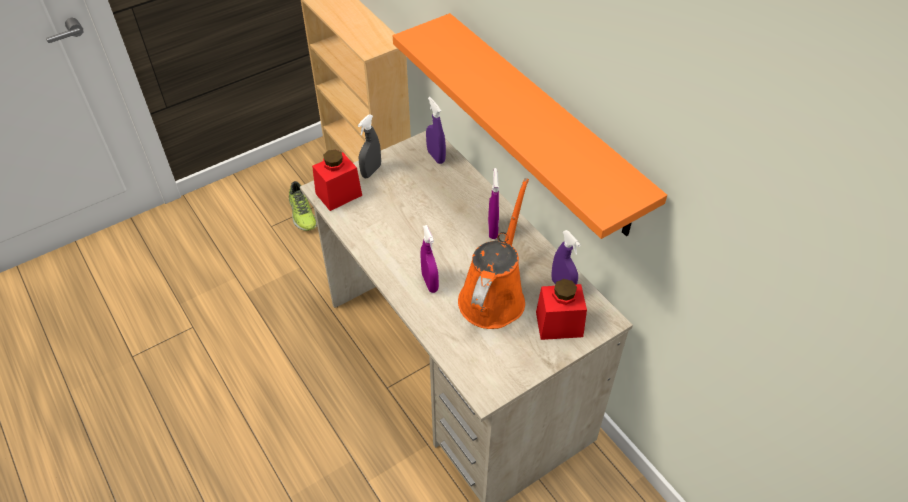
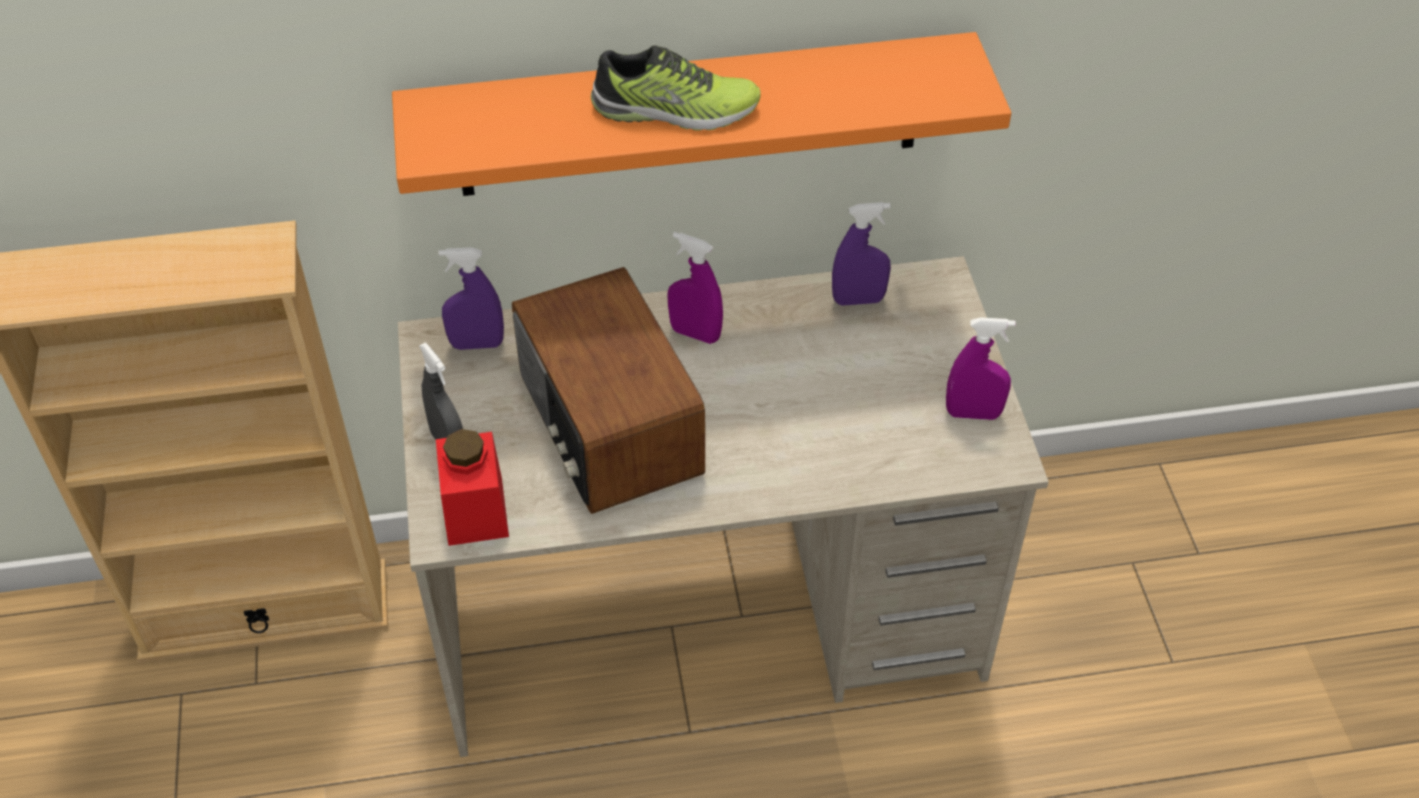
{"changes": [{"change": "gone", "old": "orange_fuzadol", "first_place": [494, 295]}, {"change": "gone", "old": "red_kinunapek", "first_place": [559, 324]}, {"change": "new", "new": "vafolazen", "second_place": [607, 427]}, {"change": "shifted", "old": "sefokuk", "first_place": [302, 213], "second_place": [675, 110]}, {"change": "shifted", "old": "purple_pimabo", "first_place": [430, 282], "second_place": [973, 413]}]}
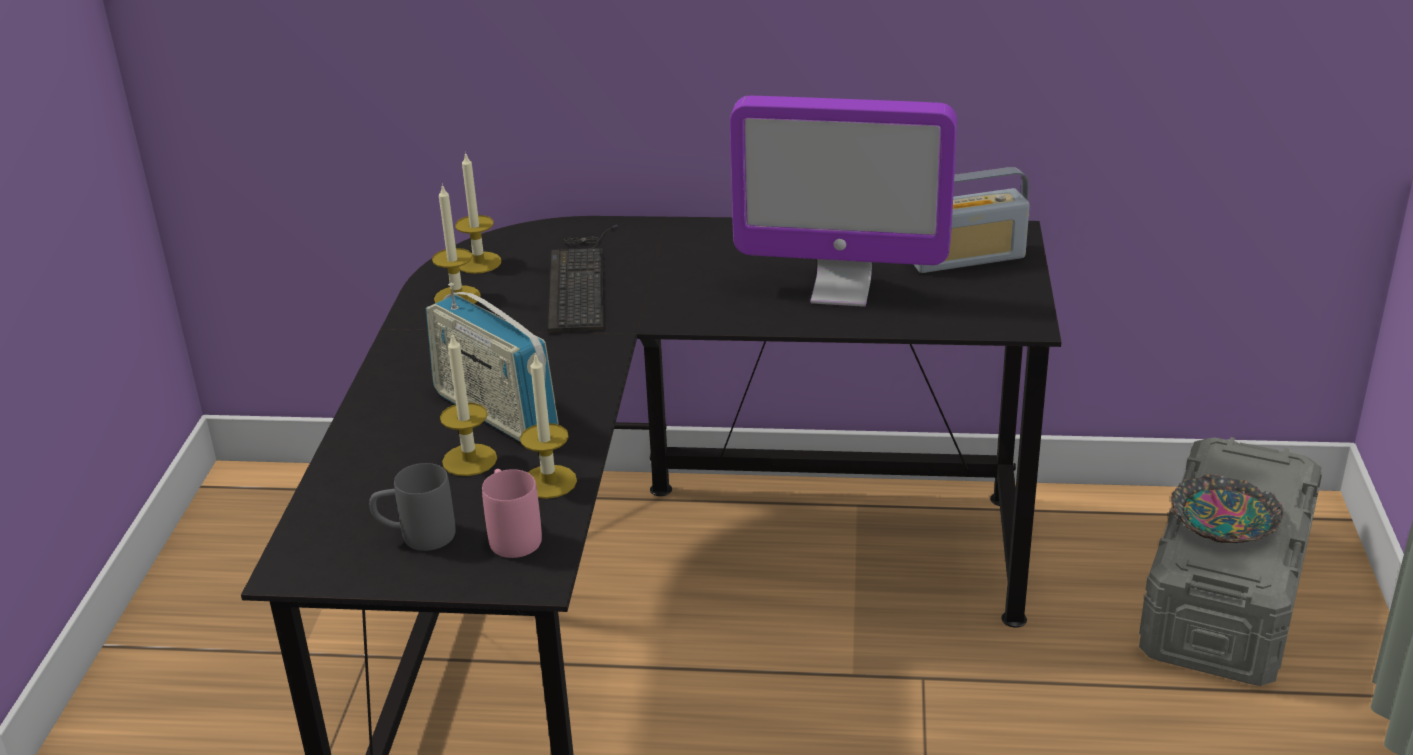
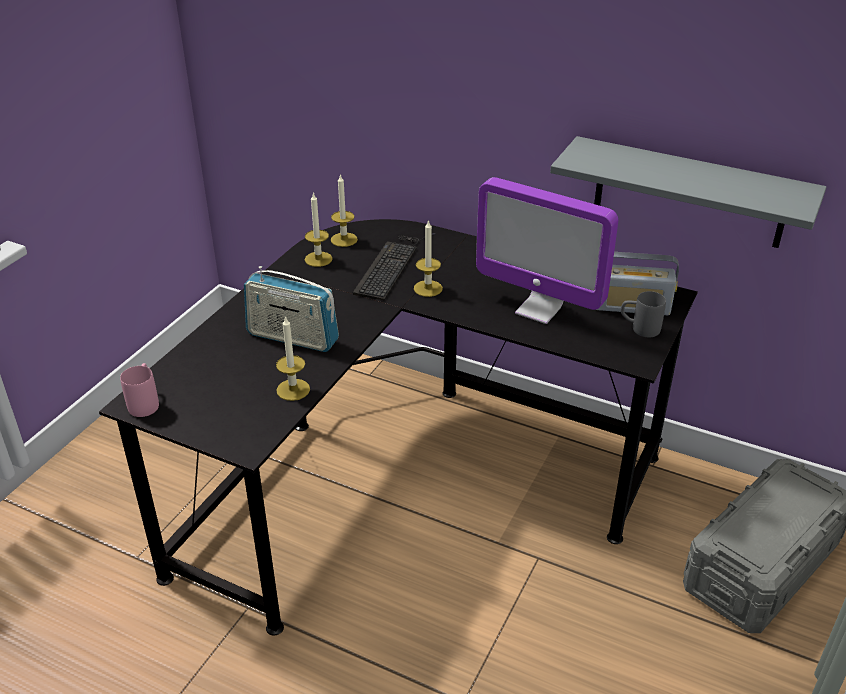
{"changes": [{"change": "gone", "old": "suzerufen", "first_place": [1222, 522]}, {"change": "new", "new": "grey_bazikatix", "second_place": [689, 193]}, {"change": "shifted", "old": "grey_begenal", "first_place": [416, 537], "second_place": [639, 328]}, {"change": "shifted", "old": "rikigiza", "first_place": [469, 460], "second_place": [428, 288]}, {"change": "shifted", "old": "pink_begenal", "first_place": [512, 534], "second_place": [145, 402]}, {"change": "rotated", "old": "vafolazen", "first_place": [495, 412], "second_place": [292, 337], "degrees": -45}]}
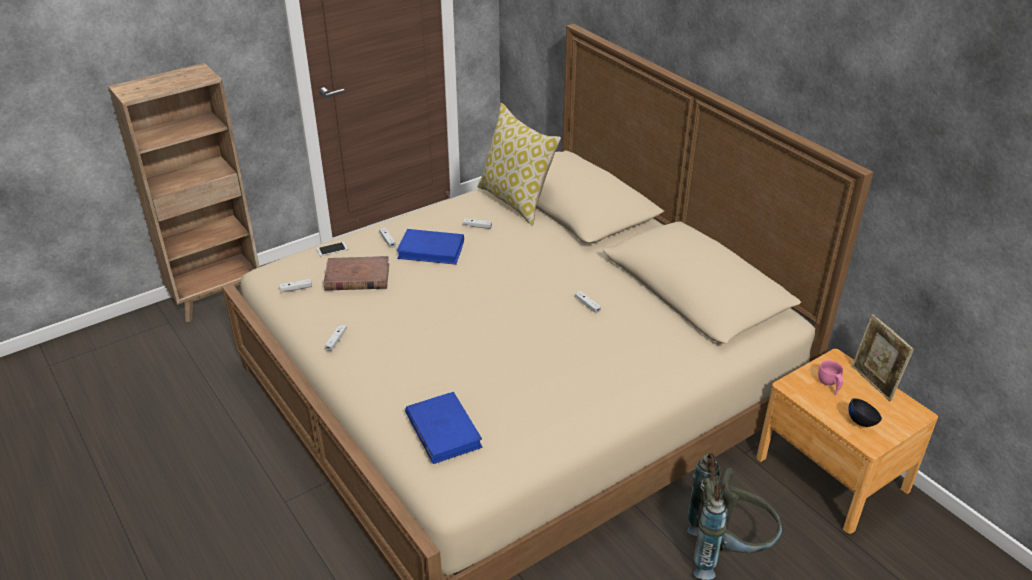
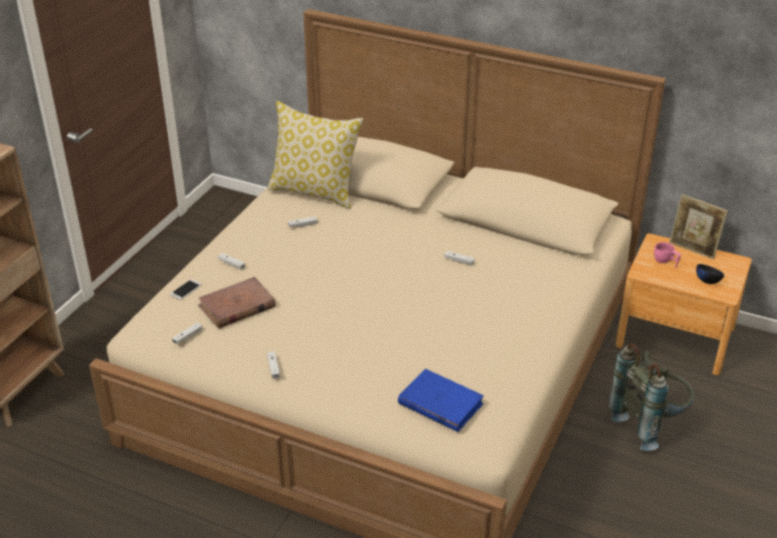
{"changes": [{"change": "gone", "old": "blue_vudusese", "first_place": [431, 250]}]}
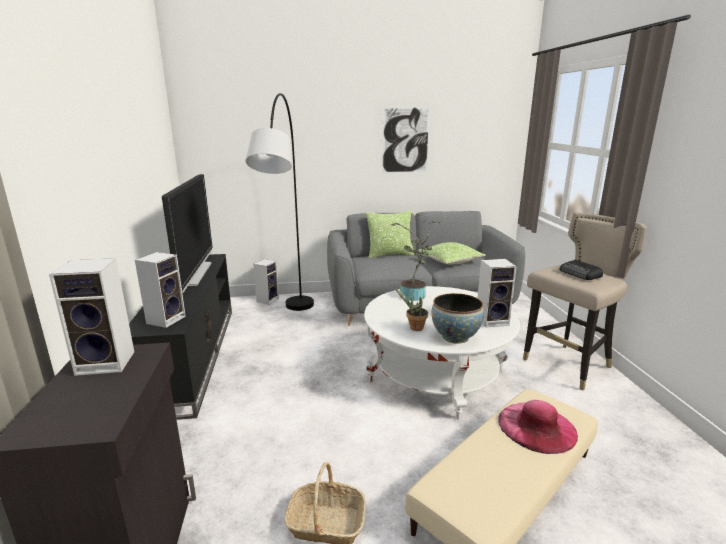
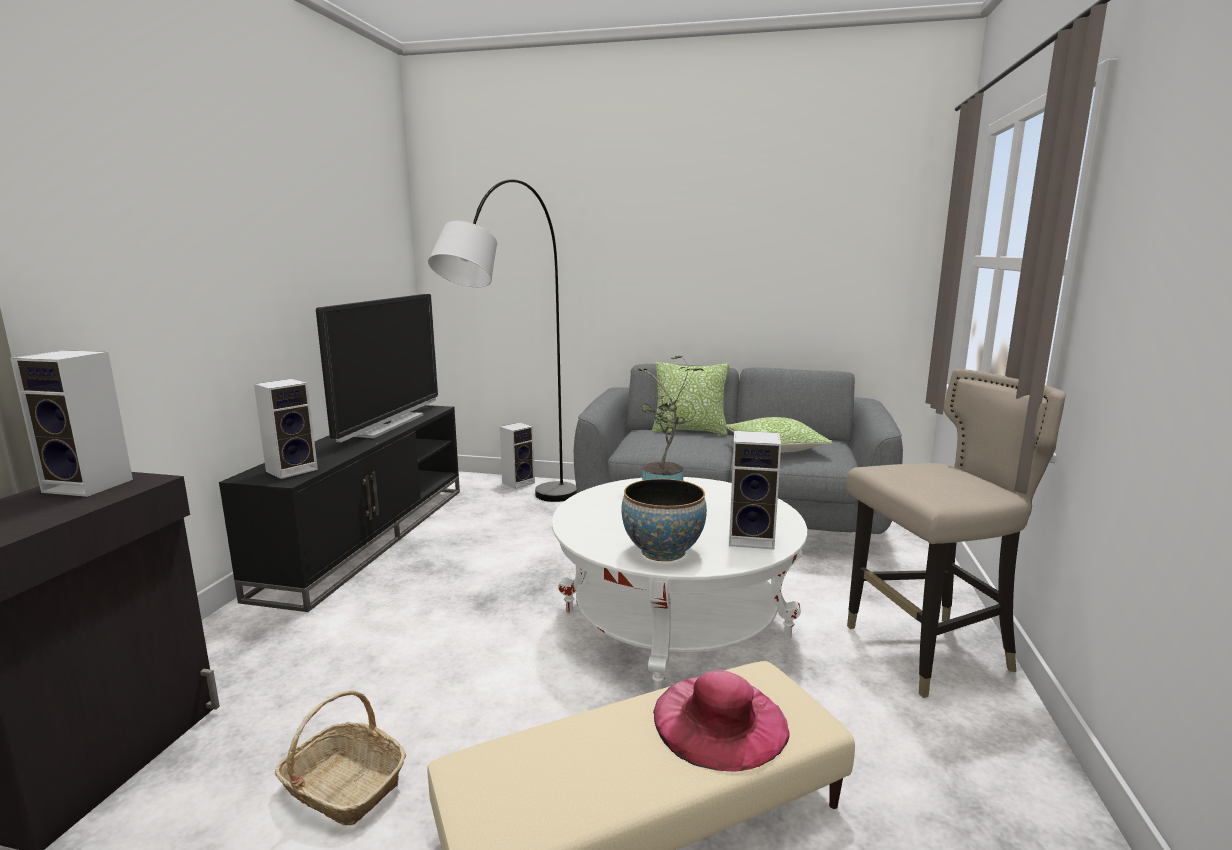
{"changes": [{"change": "gone", "old": "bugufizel", "first_place": [405, 140]}, {"change": "gone", "old": "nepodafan", "first_place": [414, 328]}, {"change": "gone", "old": "vafolazen", "first_place": [580, 274]}]}
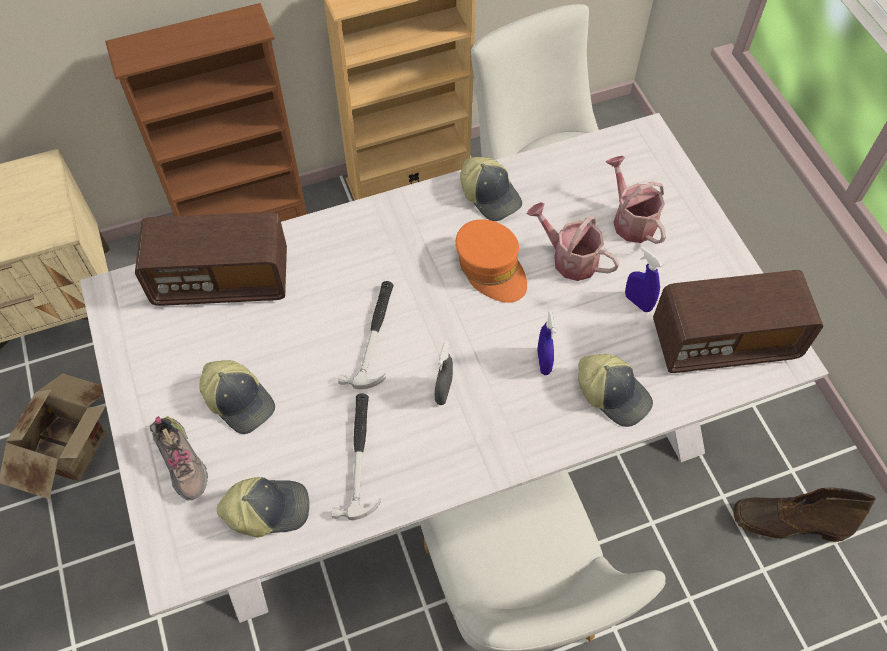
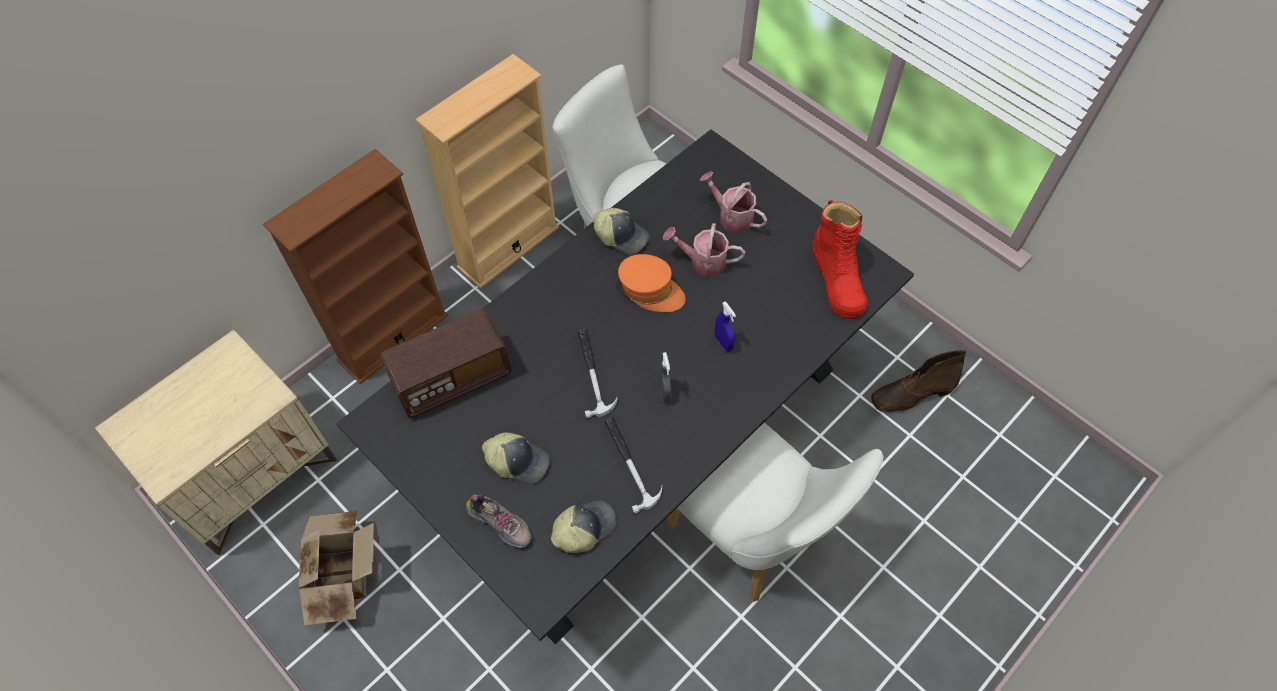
{"changes": [{"change": "gone", "old": "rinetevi", "first_place": [613, 394]}, {"change": "gone", "old": "blue_pimabo", "first_place": [637, 302]}, {"change": "swapped", "old": "vafolazen", "new": "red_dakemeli", "first_place": [724, 342], "second_place": [837, 279]}, {"change": "repainted", "old": "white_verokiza", "new": "black_verokiza", "first_place": [444, 433], "second_place": [638, 434]}]}
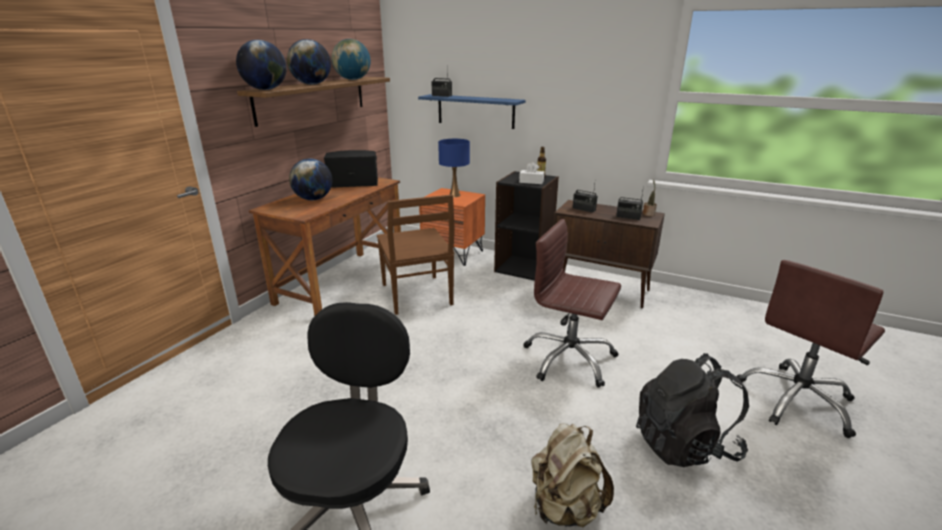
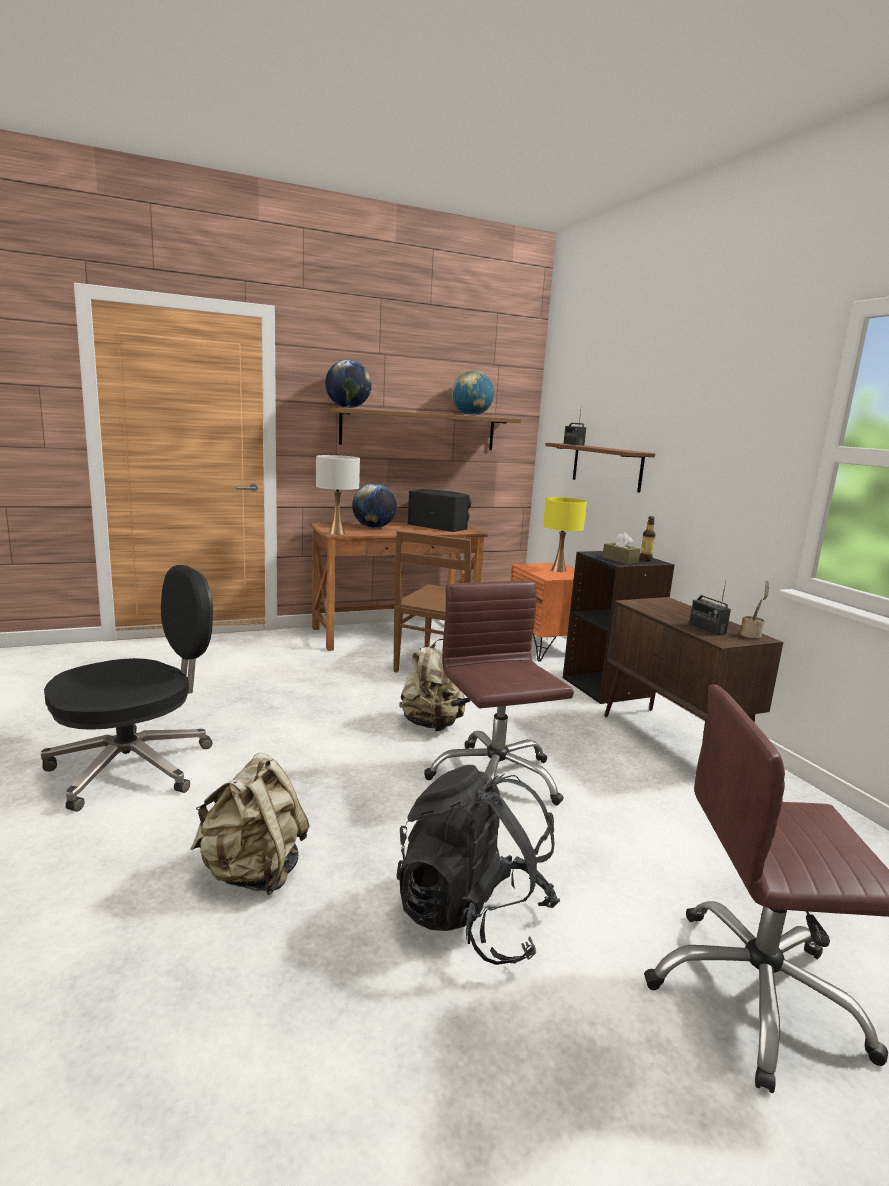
{"changes": [{"change": "gone", "old": "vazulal", "first_place": [312, 84]}, {"change": "gone", "old": "vafolazen", "first_place": [584, 209]}, {"change": "new", "new": "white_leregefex", "second_place": [336, 533]}, {"change": "new", "new": "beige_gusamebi", "second_place": [432, 724]}, {"change": "repainted", "old": "blue_bazikatix", "new": "brown_bazikatix", "first_place": [475, 111], "second_place": [606, 466]}, {"change": "repainted", "old": "blue_leregefex", "new": "yellow_leregefex", "first_place": [455, 195], "second_place": [559, 570]}, {"change": "repainted", "old": "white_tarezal", "new": "brown_tarezal", "first_place": [531, 182], "second_place": [620, 560]}]}
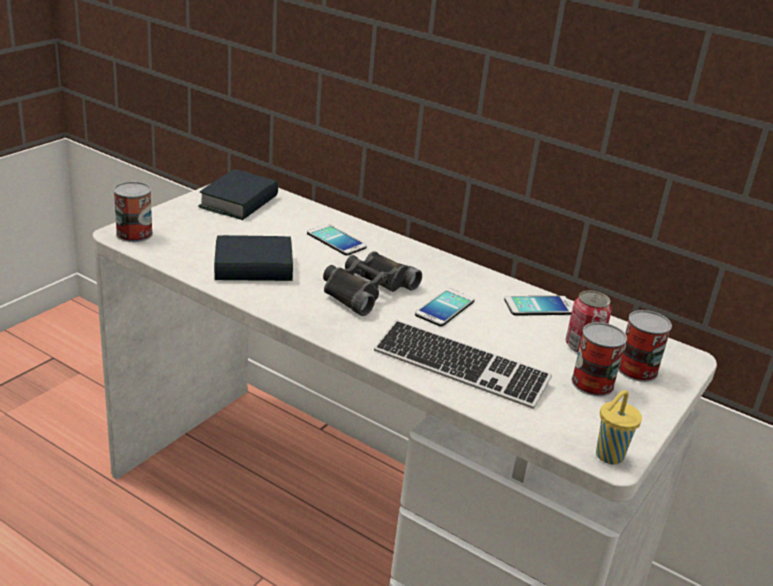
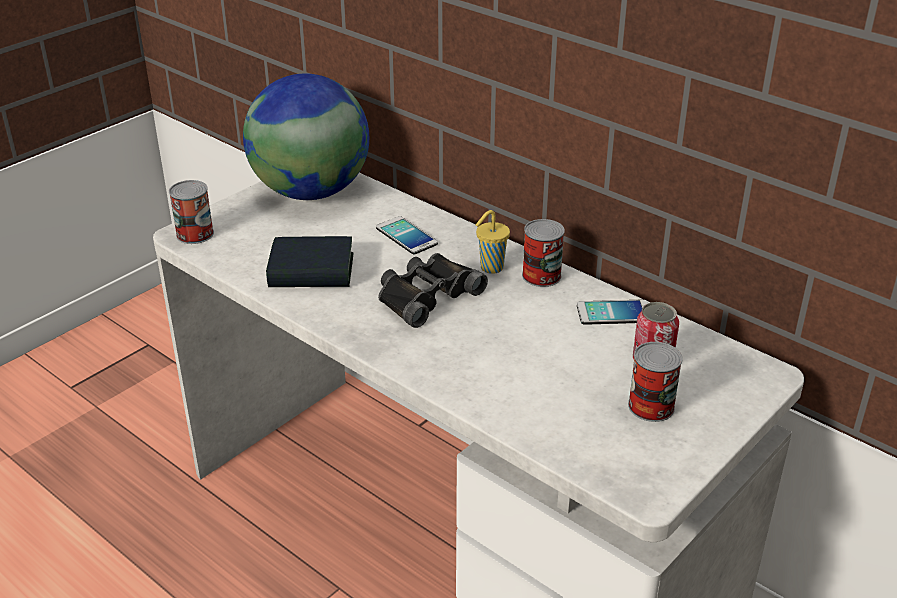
{"changes": [{"change": "gone", "old": "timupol", "first_place": [460, 367]}, {"change": "gone", "old": "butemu", "first_place": [445, 308]}, {"change": "shifted", "old": "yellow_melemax", "first_place": [608, 456], "second_place": [490, 268]}, {"change": "shifted", "old": "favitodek", "first_place": [636, 369], "second_place": [541, 276]}, {"change": "swapped", "old": "vudusese", "new": "vazulal", "first_place": [239, 202], "second_place": [311, 192]}]}
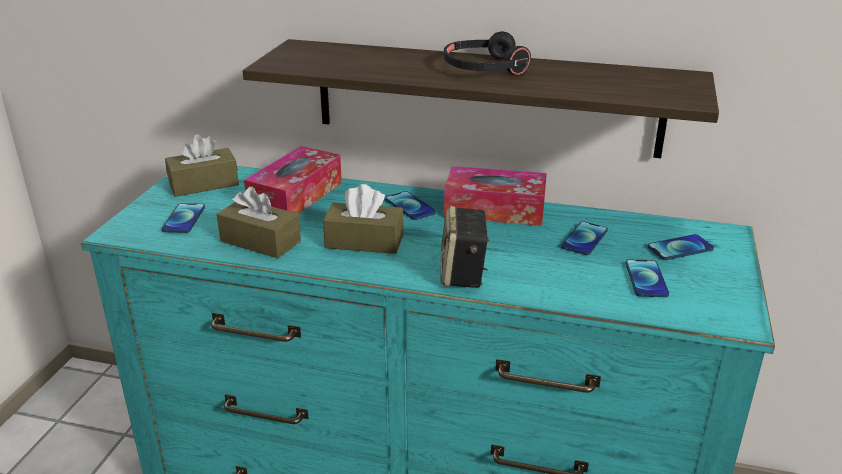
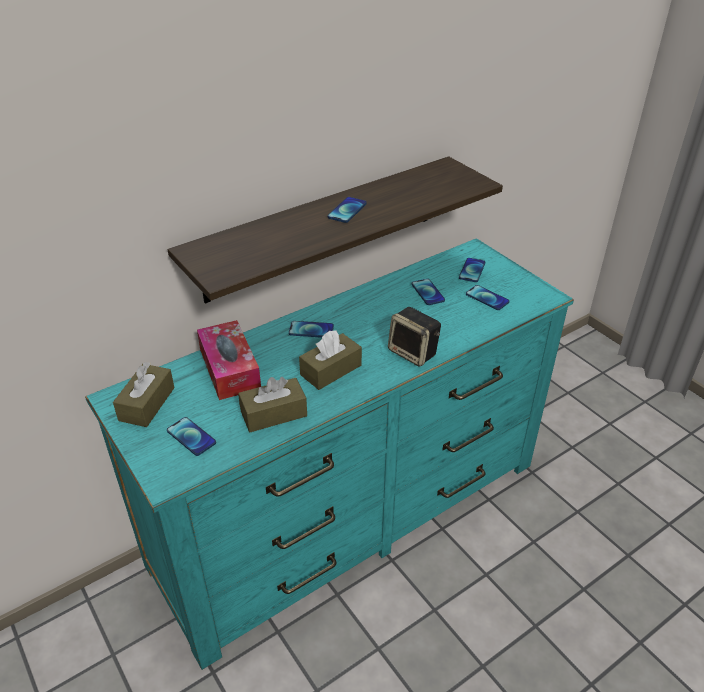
{"changes": [{"change": "gone", "old": "tarezal", "first_place": [495, 210]}, {"change": "swapped", "old": "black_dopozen", "new": "butemu", "first_place": [484, 68], "second_place": [347, 210]}]}
